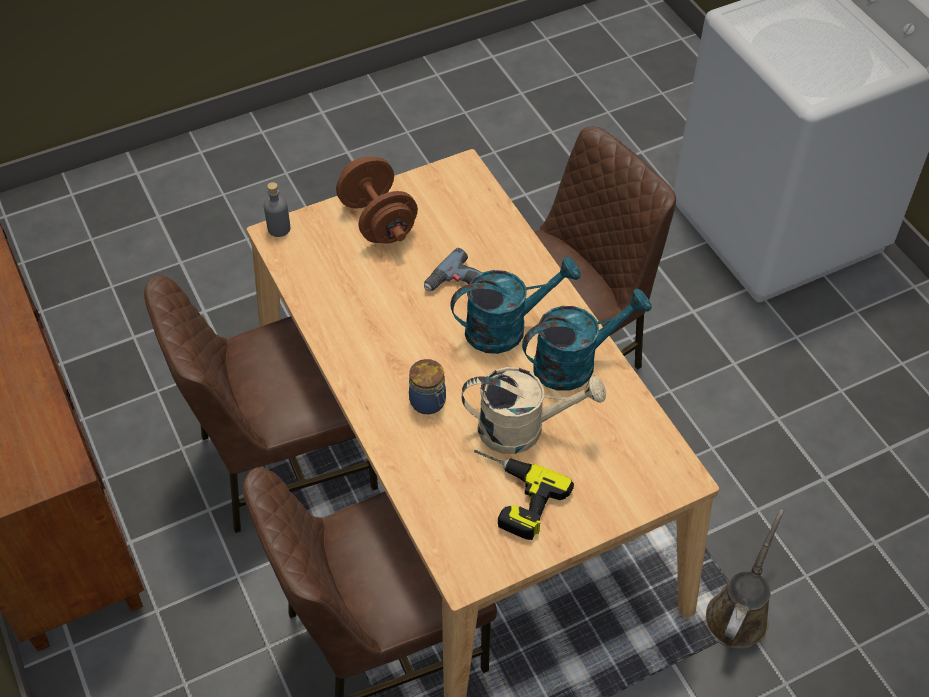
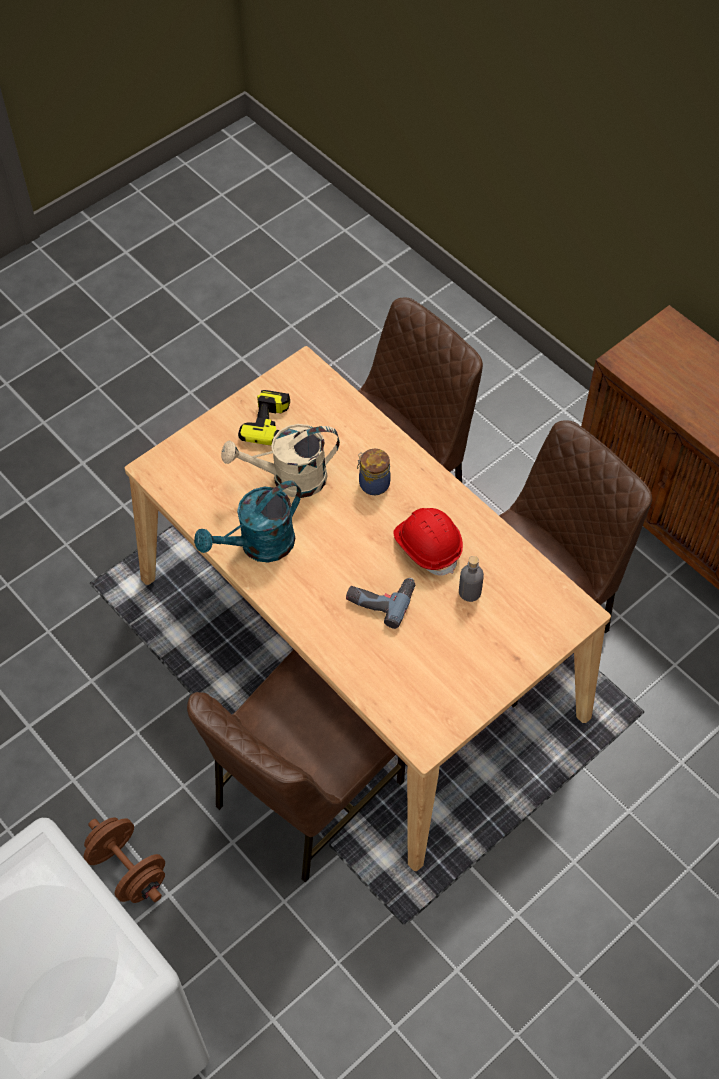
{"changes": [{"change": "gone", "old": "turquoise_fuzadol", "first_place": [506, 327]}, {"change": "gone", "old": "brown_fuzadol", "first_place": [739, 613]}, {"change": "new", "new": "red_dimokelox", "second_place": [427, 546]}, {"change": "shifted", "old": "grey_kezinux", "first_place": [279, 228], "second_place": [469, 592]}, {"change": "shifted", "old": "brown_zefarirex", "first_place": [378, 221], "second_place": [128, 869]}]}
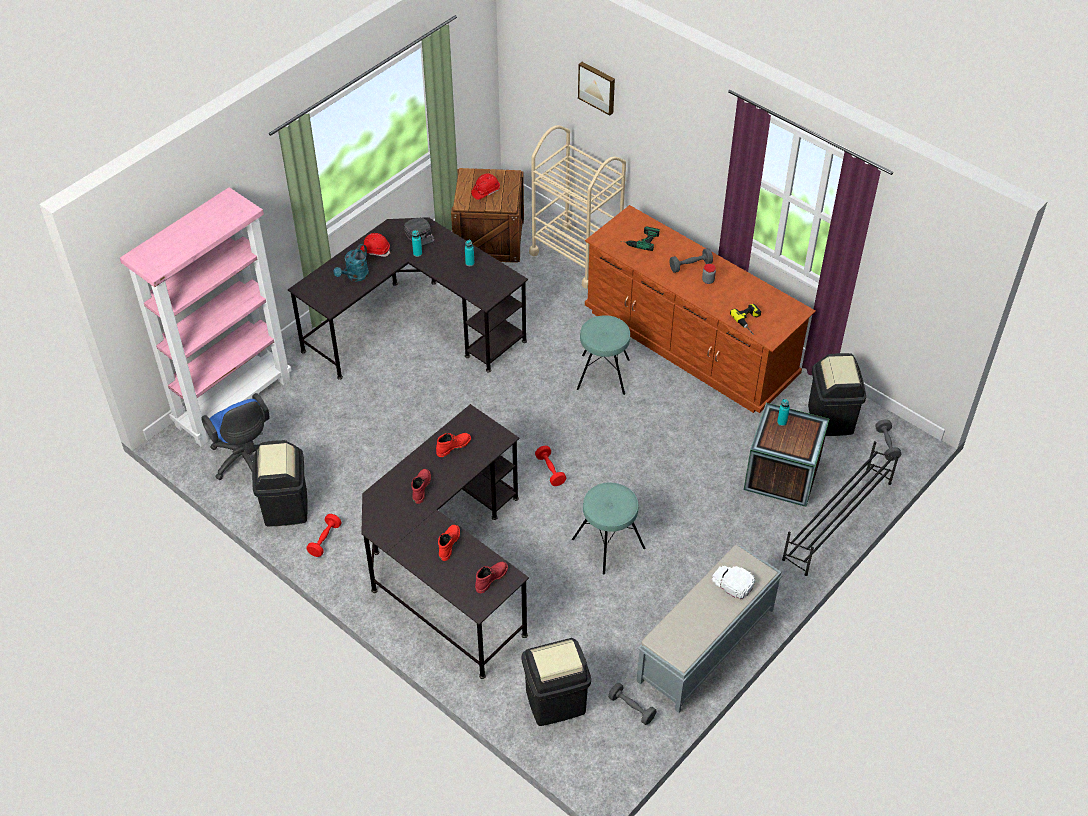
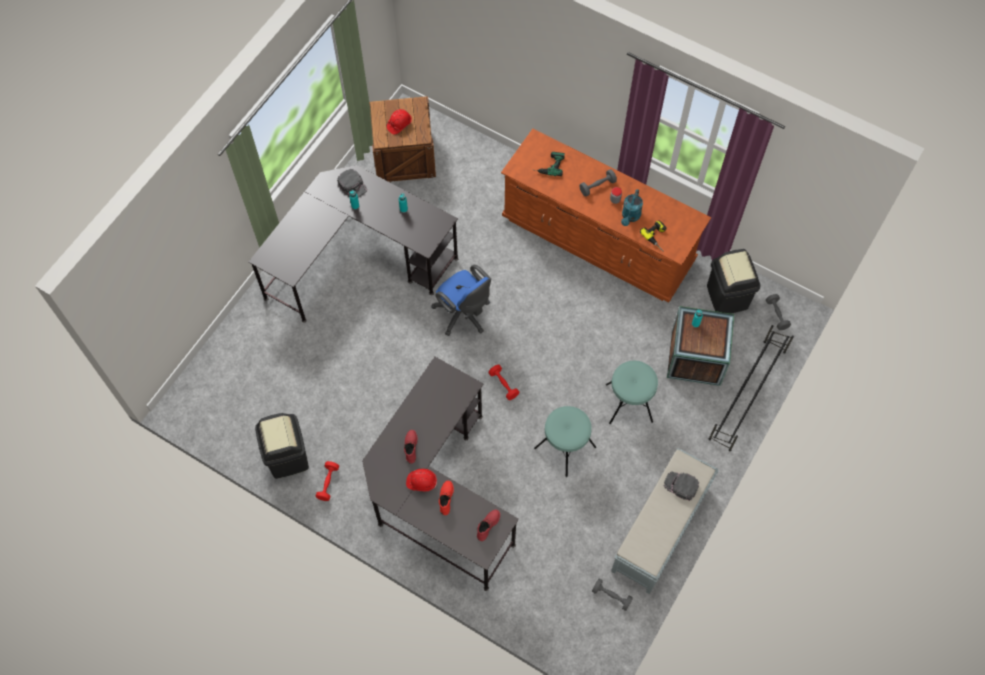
{"changes": [{"change": "gone", "old": "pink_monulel", "first_place": [233, 401]}, {"change": "gone", "old": "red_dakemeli", "first_place": [453, 446]}, {"change": "gone", "old": "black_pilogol", "first_place": [555, 702]}, {"change": "gone", "old": "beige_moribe", "first_place": [576, 256]}, {"change": "gone", "old": "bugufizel", "first_place": [597, 87]}, {"change": "shifted", "old": "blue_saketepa", "first_place": [245, 461], "second_place": [464, 315]}, {"change": "shifted", "old": "turquoise_fuzadol", "first_place": [355, 276], "second_place": [630, 217]}, {"change": "shifted", "old": "red_dimokelox", "first_place": [375, 251], "second_place": [421, 482]}, {"change": "shifted", "old": "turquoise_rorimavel", "first_place": [603, 374], "second_place": [629, 403]}, {"change": "repainted", "old": "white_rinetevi", "new": "black_rinetevi", "first_place": [732, 582], "second_place": [681, 486]}]}
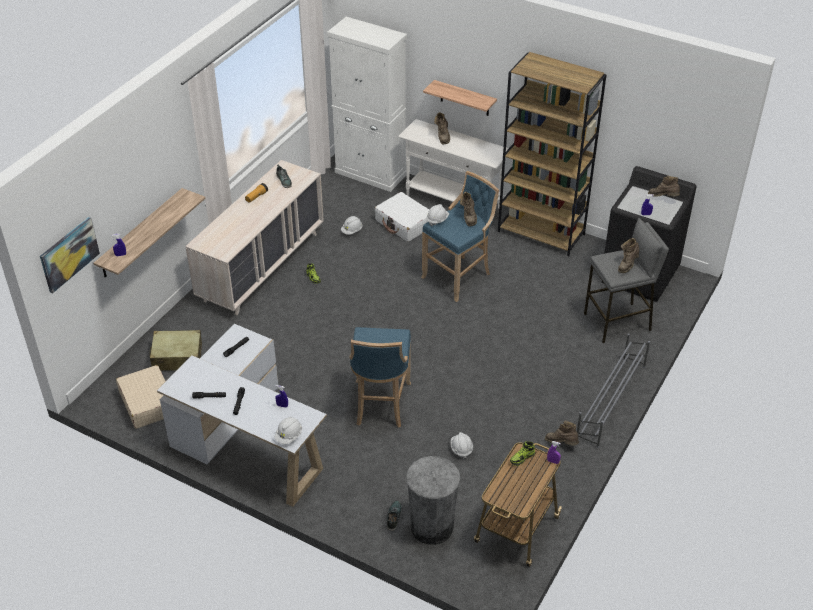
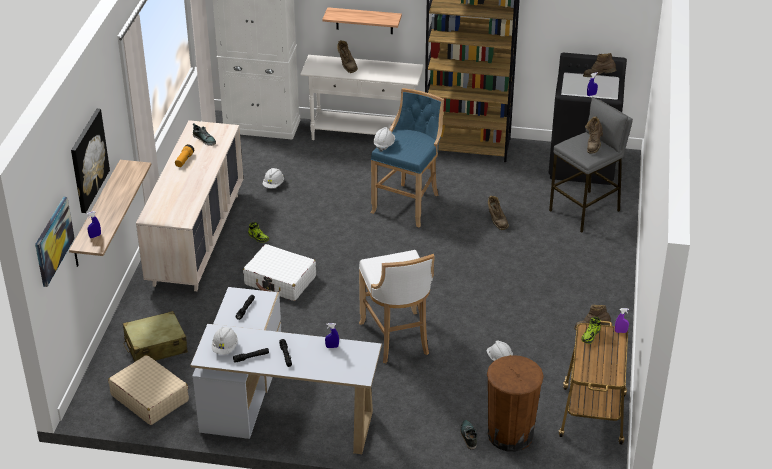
{"changes": [{"change": "gone", "old": "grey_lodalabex", "first_place": [610, 402]}, {"change": "new", "new": "bugufizel", "second_place": [88, 160]}, {"change": "shifted", "old": "white_dimokelox", "first_place": [289, 436], "second_place": [225, 348]}, {"change": "shifted", "old": "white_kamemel", "first_place": [404, 223], "second_place": [280, 281]}, {"change": "shifted", "old": "brown_dakemeli", "first_place": [468, 217], "second_place": [496, 221]}, {"change": "repainted", "old": "blue_rorimavel", "new": "white_rorimavel", "first_place": [380, 405], "second_place": [397, 339]}, {"change": "repainted", "old": "grey_pilogol", "new": "brown_pilogol", "first_place": [431, 526], "second_place": [510, 435]}]}
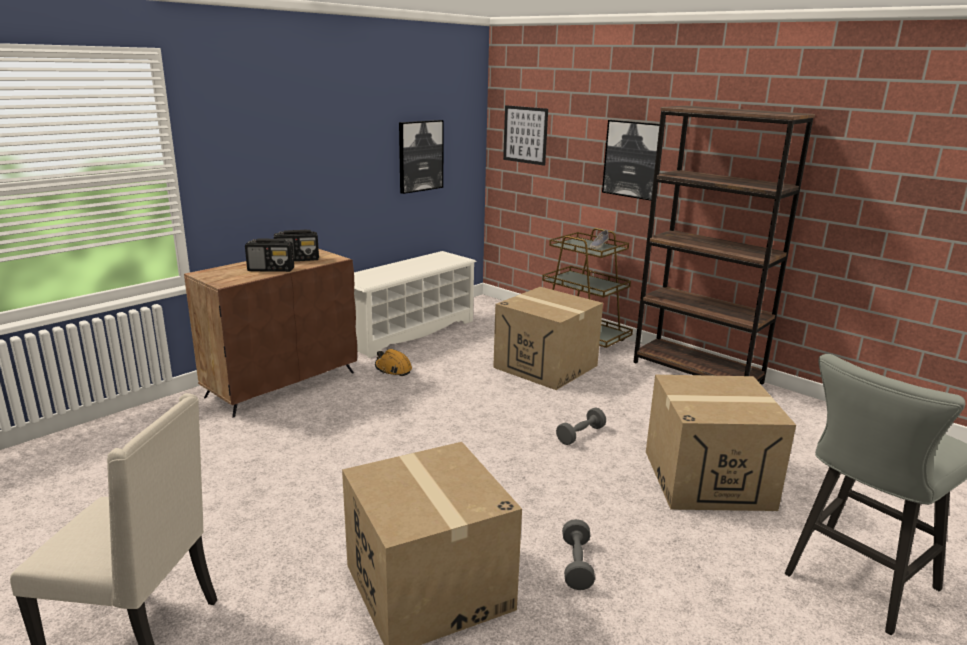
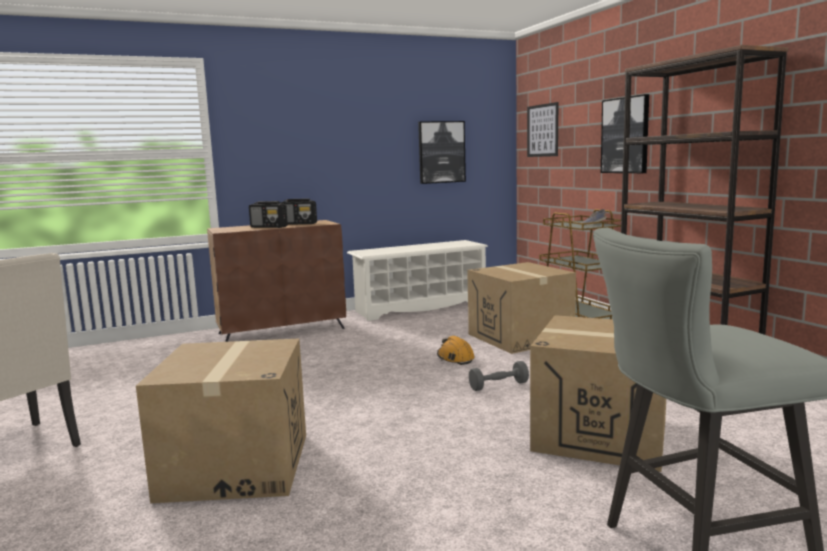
{"changes": [{"change": "gone", "old": "grey_zefarirex", "first_place": [576, 565]}, {"change": "shifted", "old": "orange_dimokelox", "first_place": [393, 369], "second_place": [455, 358]}]}
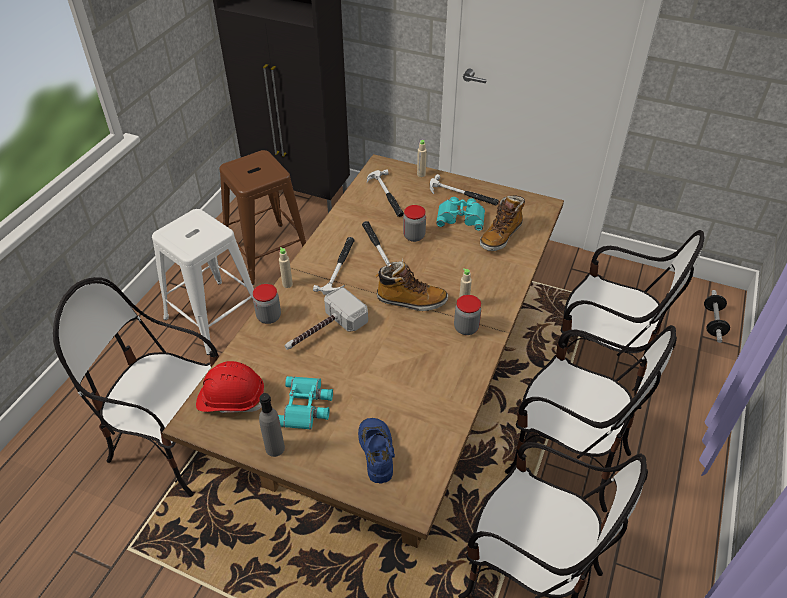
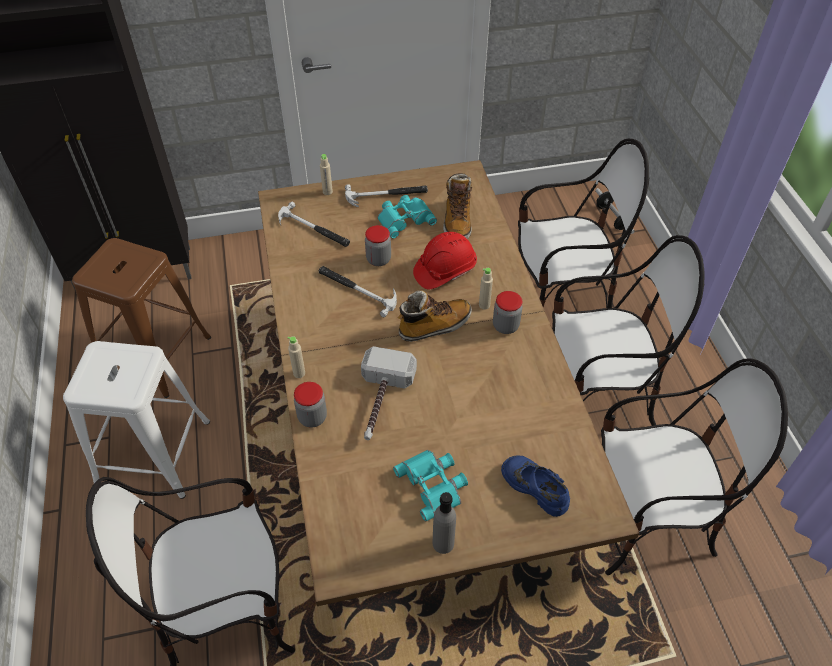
{"changes": [{"change": "gone", "old": "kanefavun", "first_place": [339, 267]}, {"change": "shifted", "old": "red_dimokelox", "first_place": [231, 399], "second_place": [444, 270]}]}
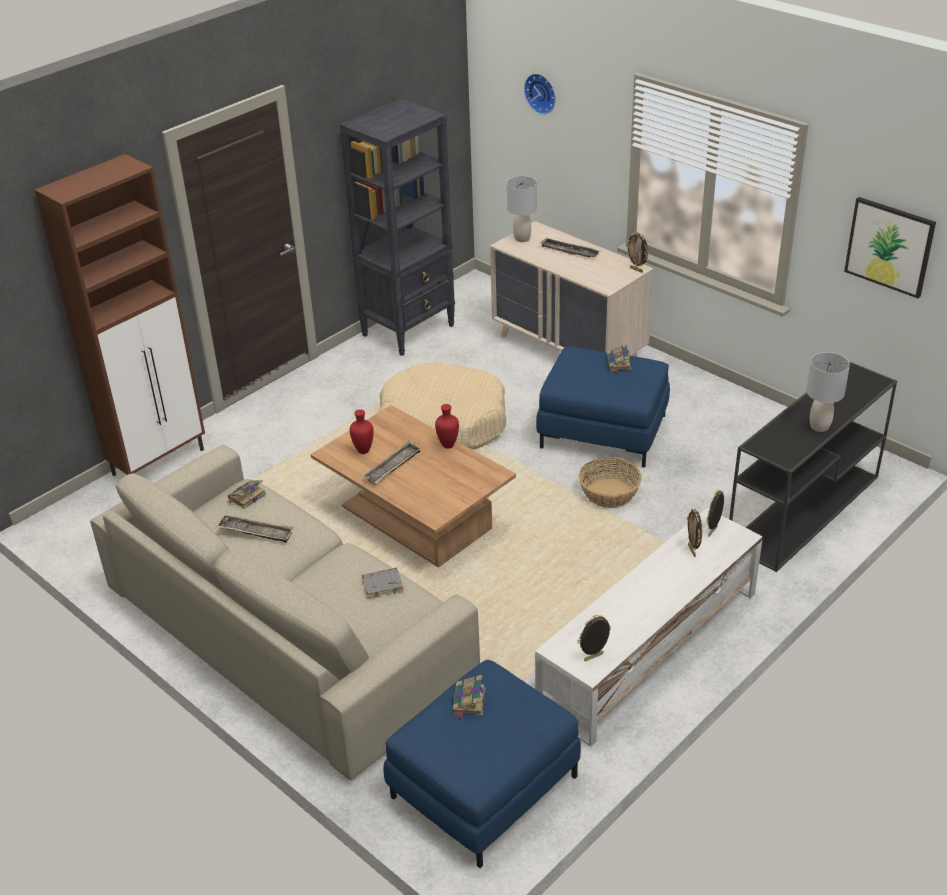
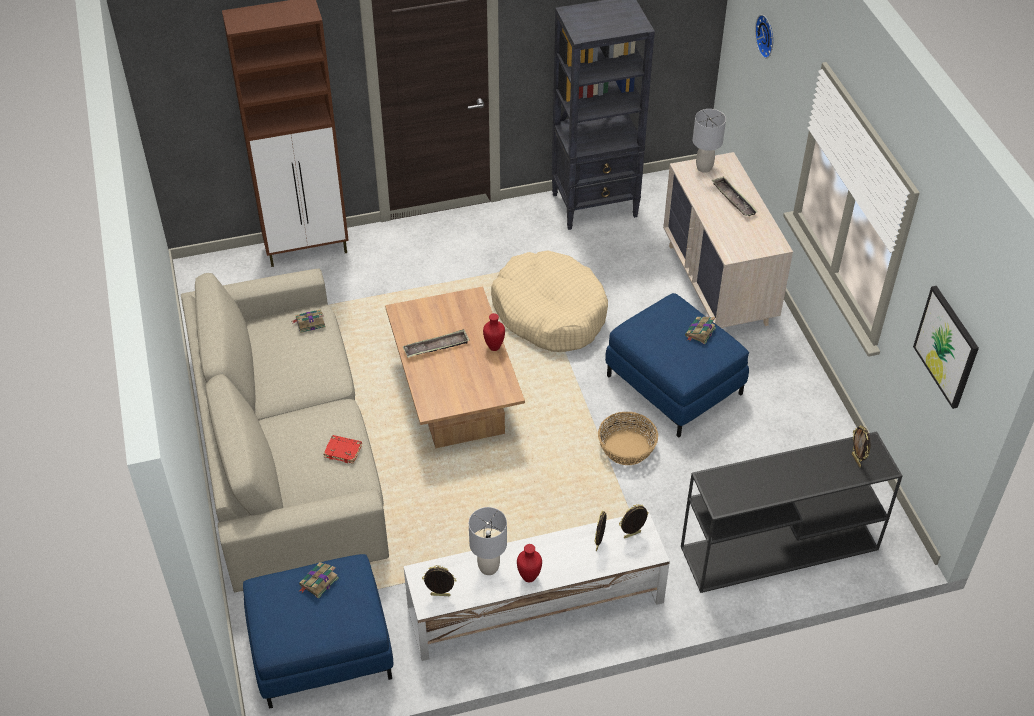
{"changes": [{"change": "gone", "old": "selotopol", "first_place": [256, 532]}, {"change": "shifted", "old": "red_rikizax", "first_place": [364, 450], "second_place": [530, 578]}, {"change": "shifted", "old": "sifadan", "first_place": [636, 270], "second_place": [856, 460]}, {"change": "shifted", "old": "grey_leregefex", "first_place": [819, 426], "second_place": [488, 567]}, {"change": "repainted", "old": "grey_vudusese", "new": "red_vudusese", "first_place": [383, 584], "second_place": [343, 451]}]}
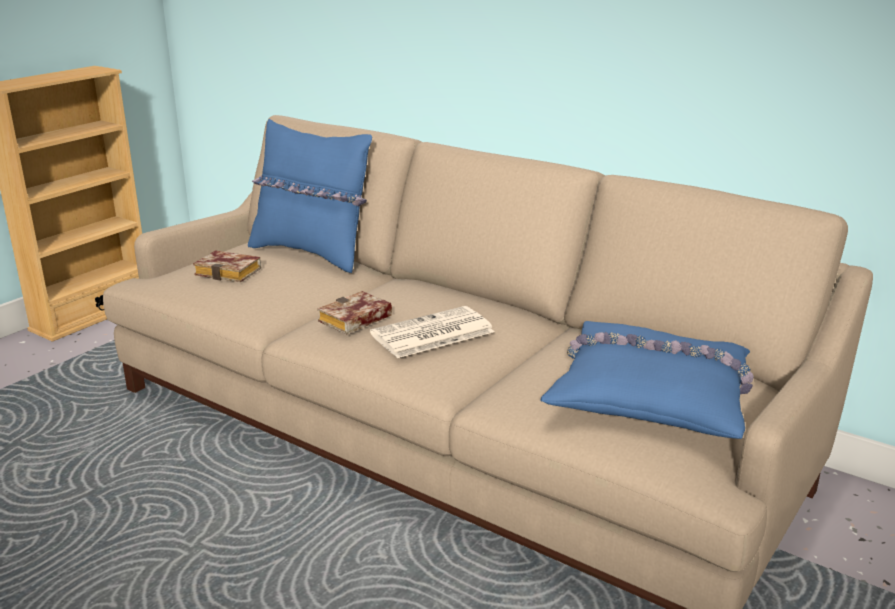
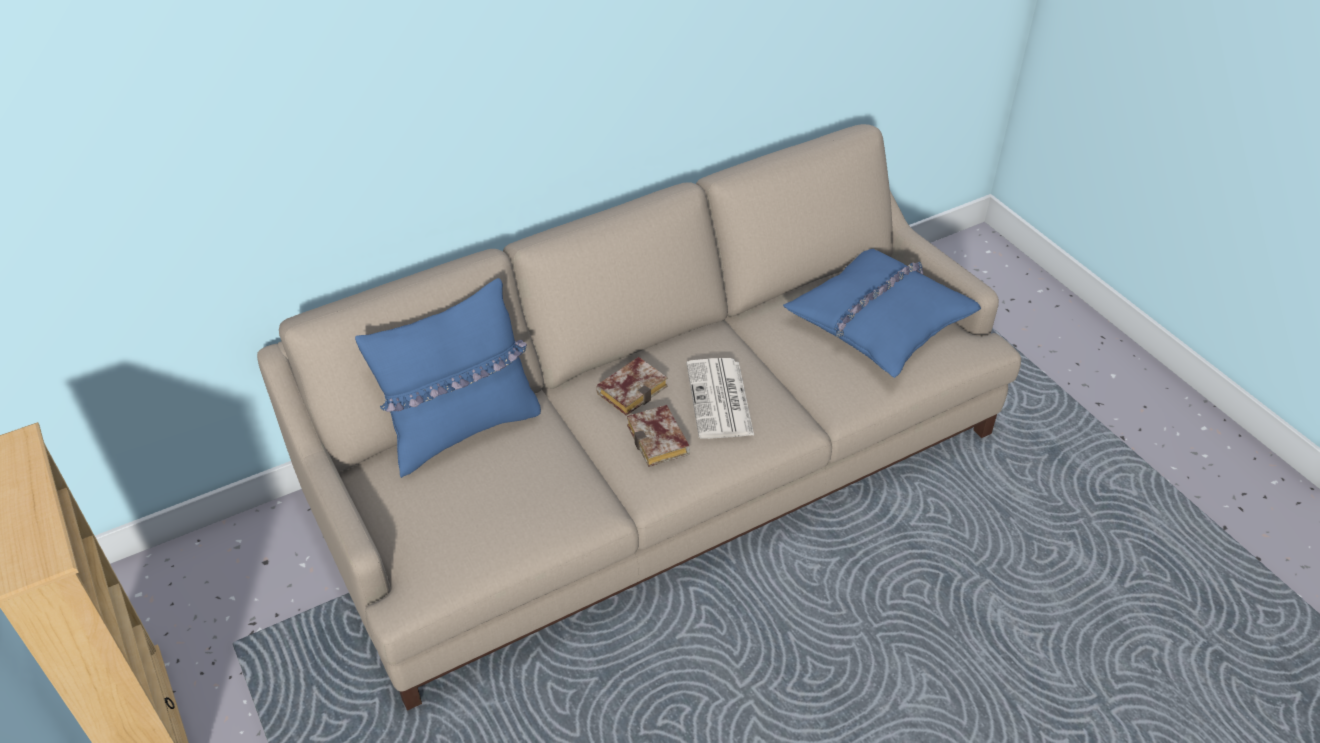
{"changes": [{"change": "shifted", "old": "vudusese", "first_place": [231, 272], "second_place": [632, 388]}]}
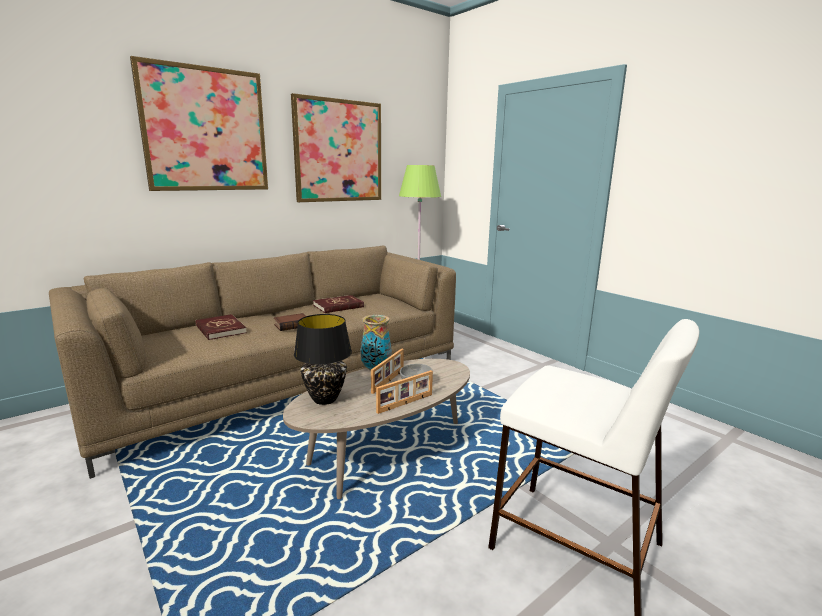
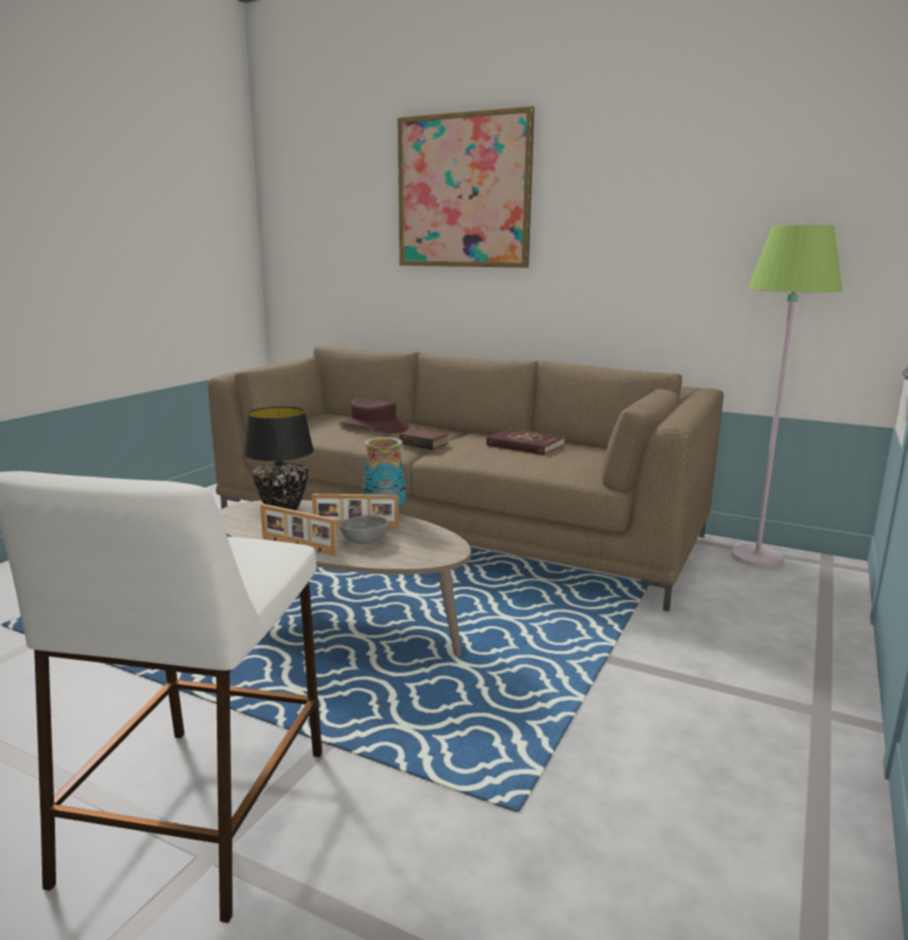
{"changes": [{"change": "gone", "old": "bugufizel", "first_place": [338, 151]}, {"change": "swapped", "old": "red_vudusese", "new": "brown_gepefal", "first_place": [220, 329], "second_place": [373, 427]}]}
